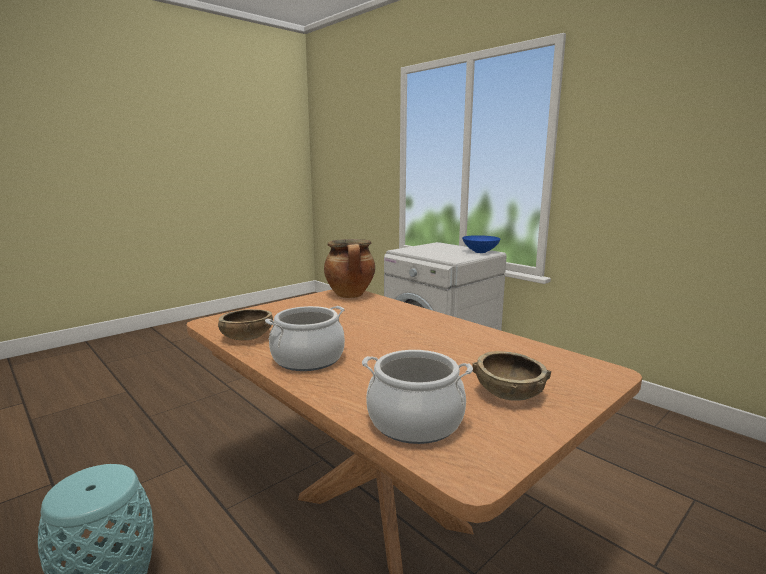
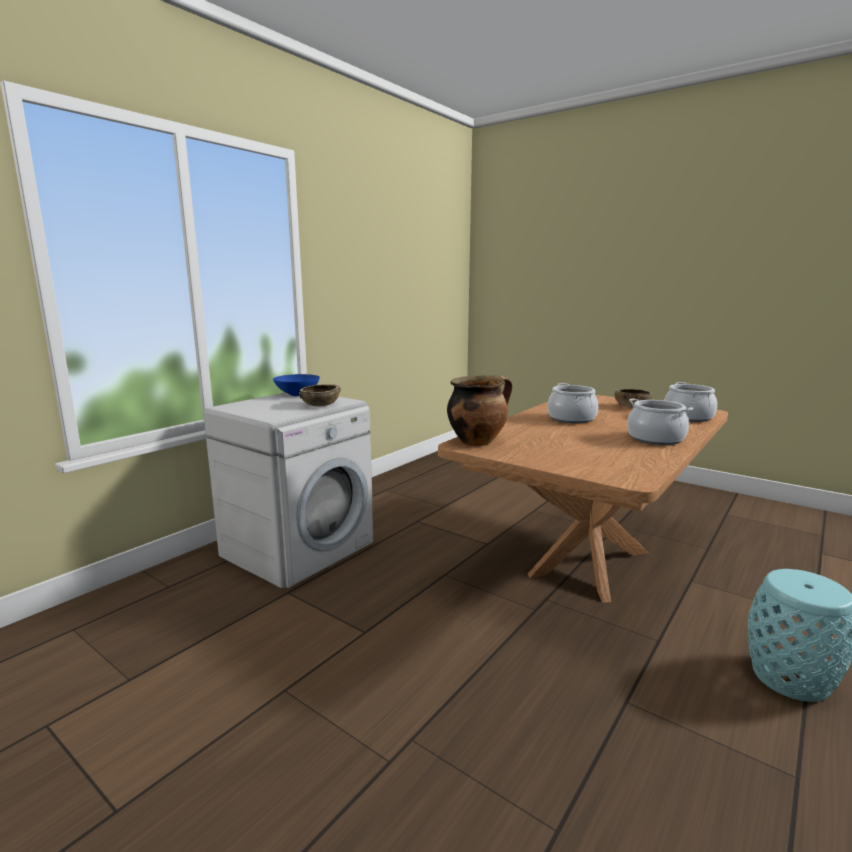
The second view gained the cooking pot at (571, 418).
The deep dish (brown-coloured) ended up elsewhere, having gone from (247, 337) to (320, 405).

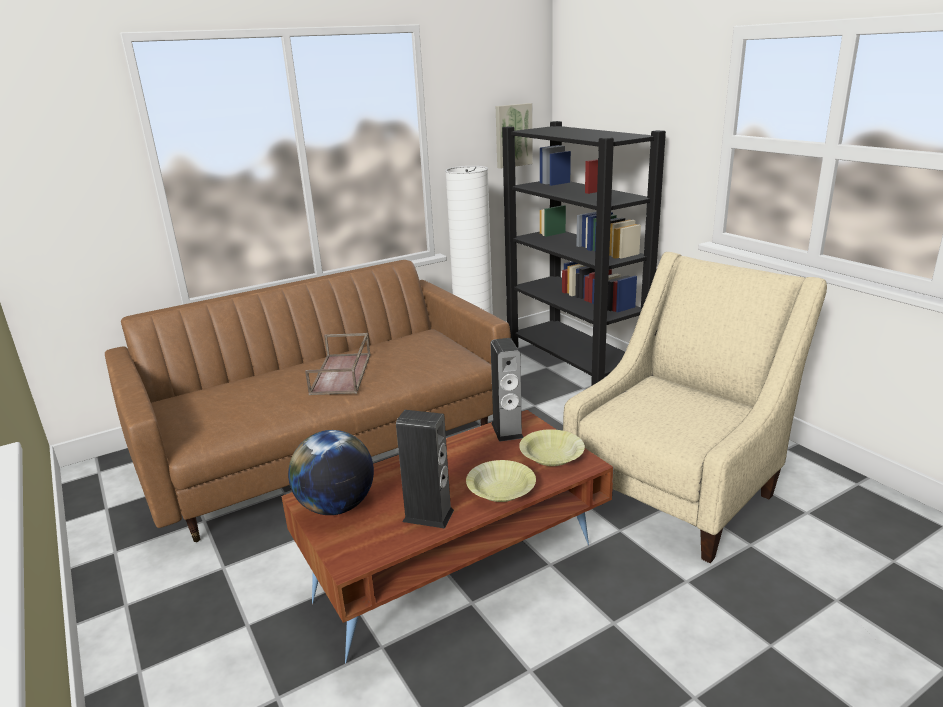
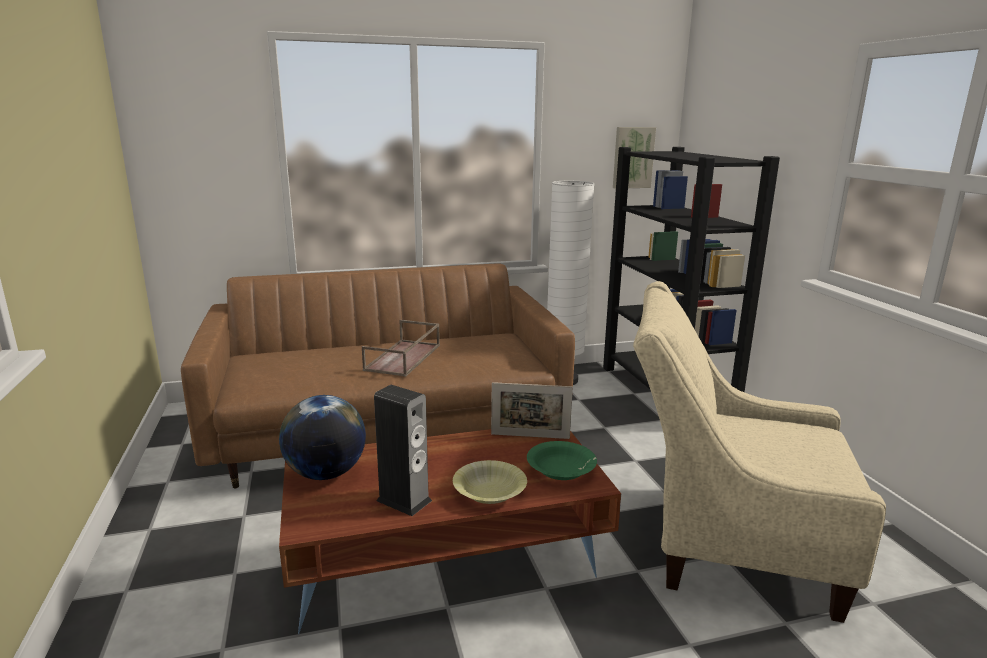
Where the speaker stood at (507, 430), the picture frame came to stand at (530, 436).
What was the deep dish (yellow-coloured) at (552, 456) turned into the deep dish (green) at (561, 470).
The lounge chair (beige) at (679, 489) ended up facing another way, 135 degrees counterclockwise from before.

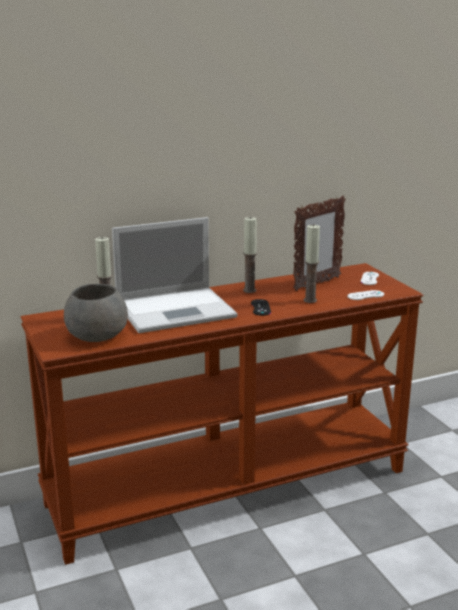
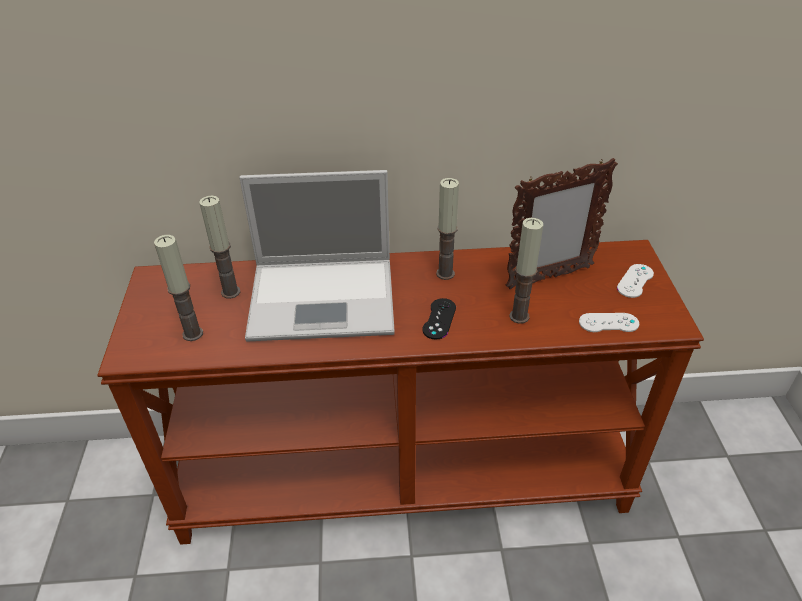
Where the deep dish (grey) stood at (96, 335), the wax candle came to stand at (193, 334).

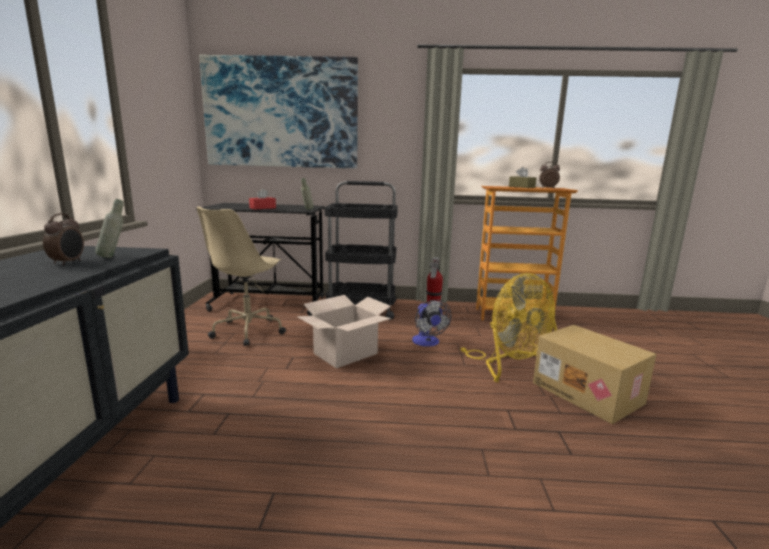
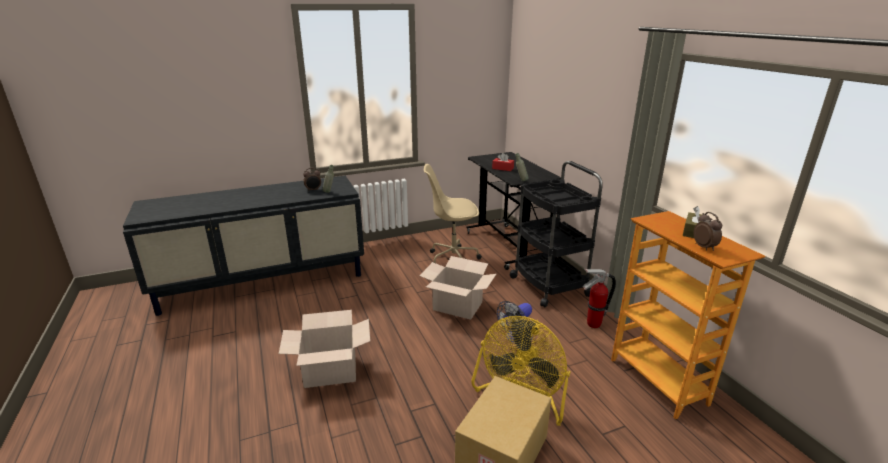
The second view lost the wall art at (281, 113).
The second view gained the cardboard box at (330, 371).

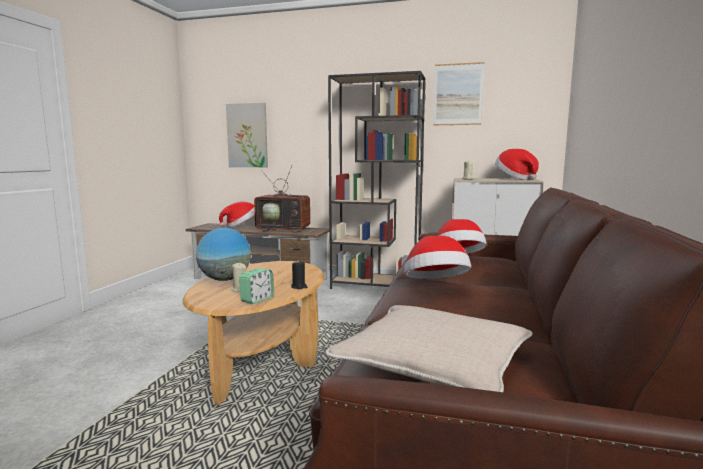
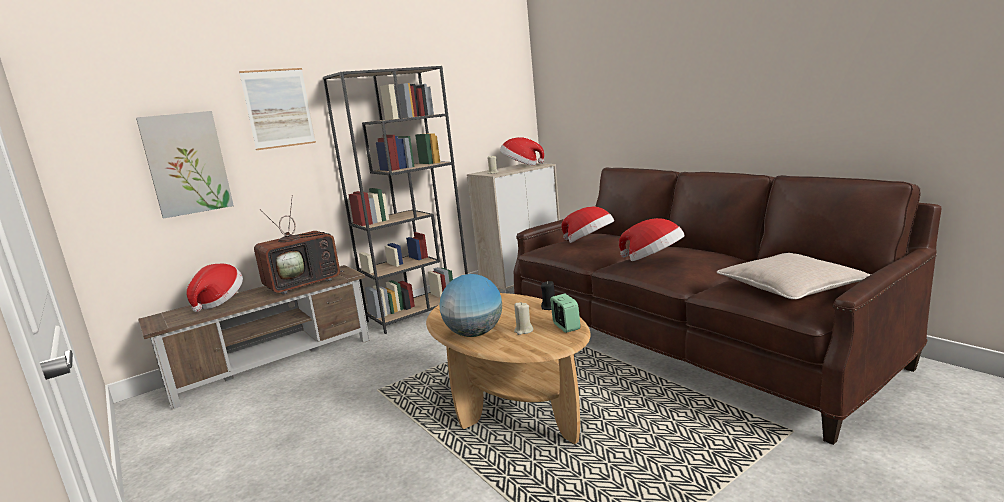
The wall art ended up elsewhere, having gone from (458, 94) to (278, 108).

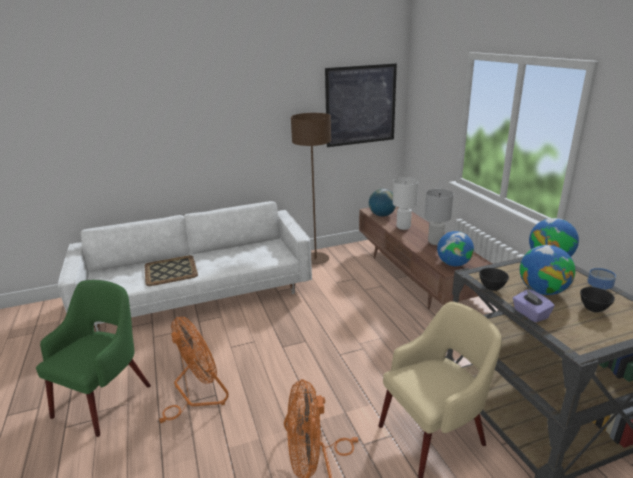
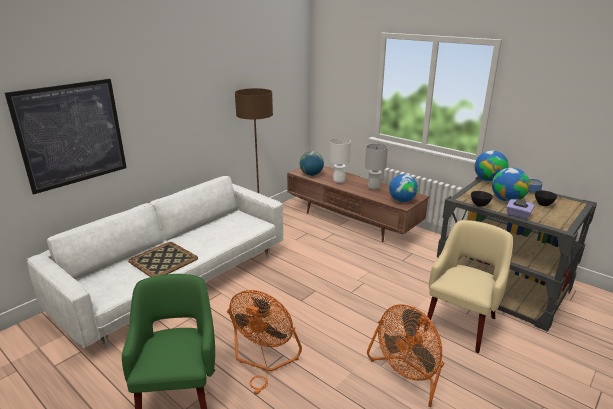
The wall art ended up elsewhere, having gone from (360, 105) to (72, 134).

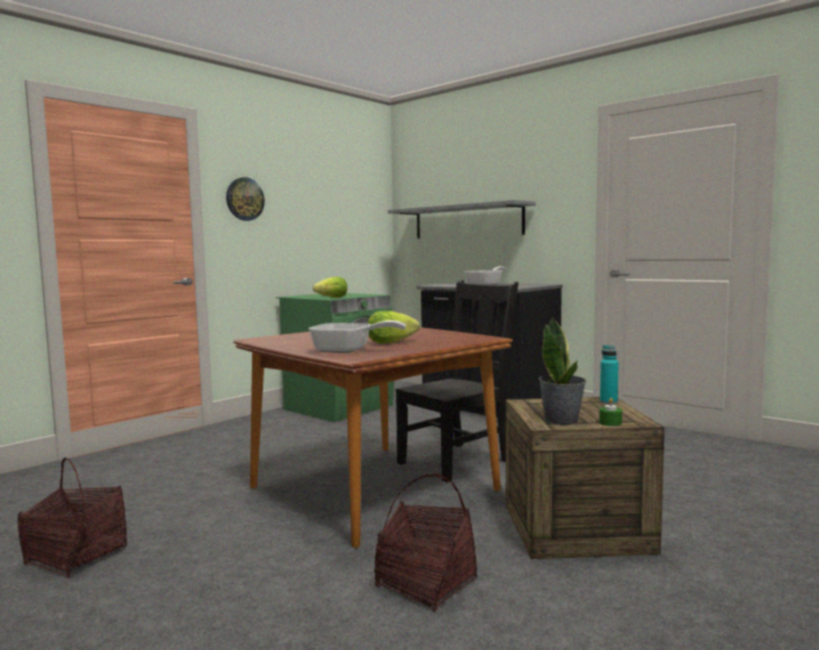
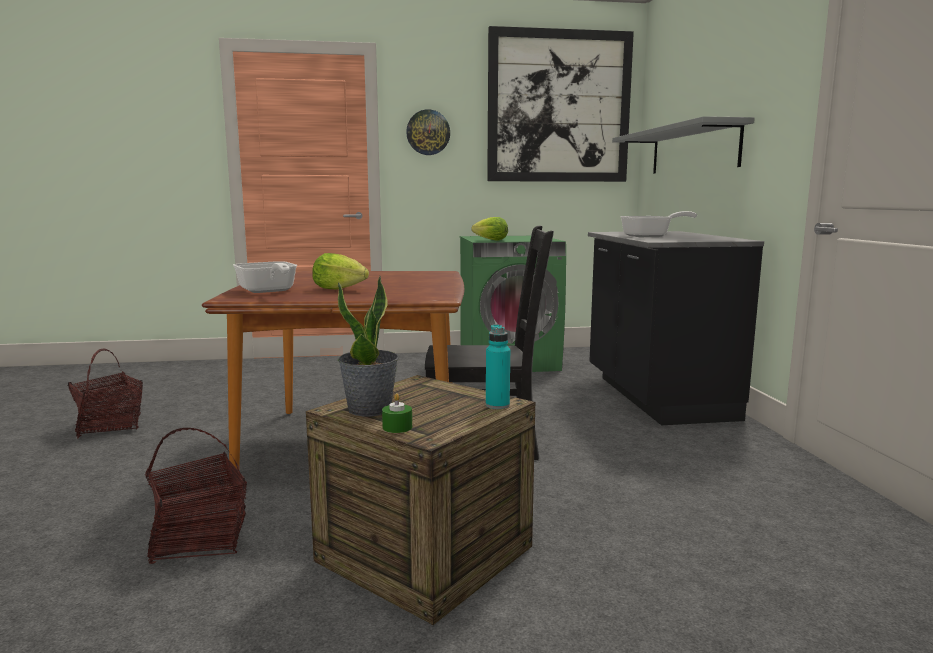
The second view gained the wall art at (558, 107).

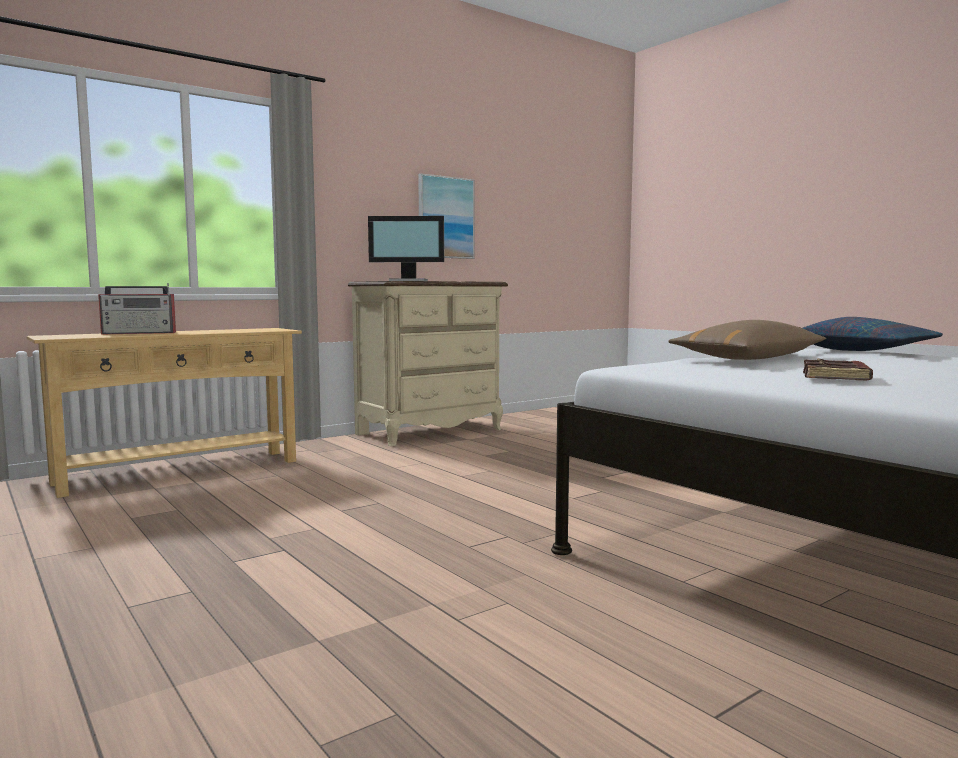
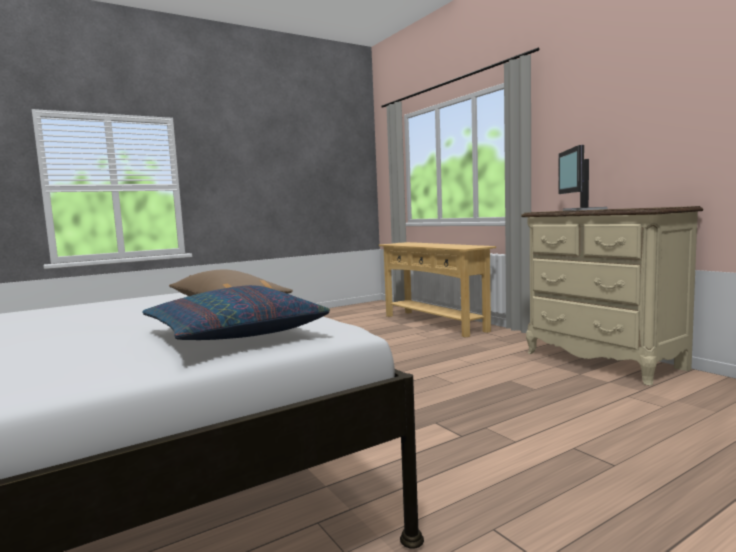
The second view lost the radio receiver at (140, 333).
The second view lost the wall art at (445, 217).
The second view lost the volume (brown-coloured) at (837, 377).

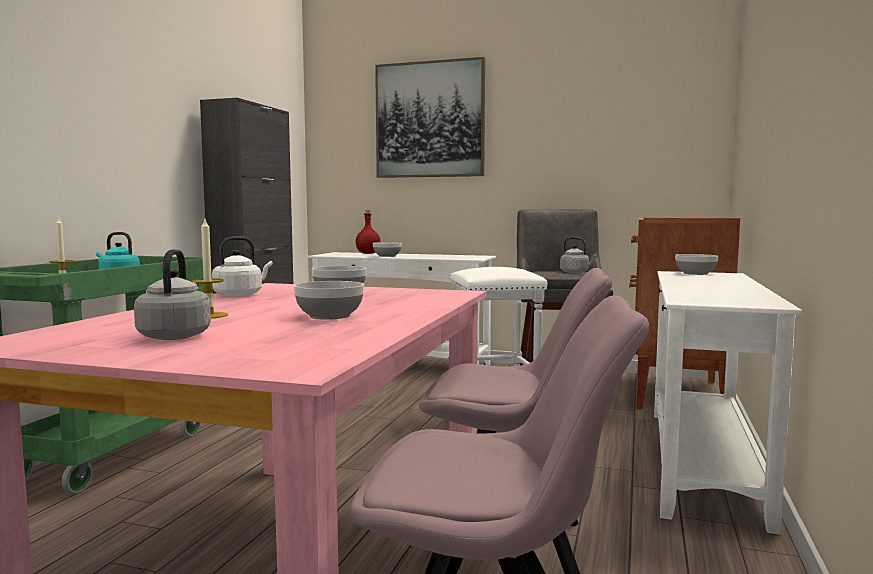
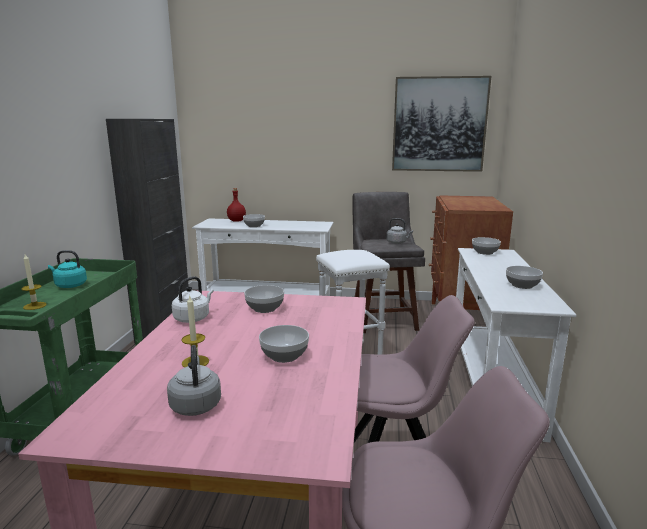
The second view gained the deep dish at (522, 285).
The wall art ended up elsewhere, having gone from (430, 120) to (439, 124).

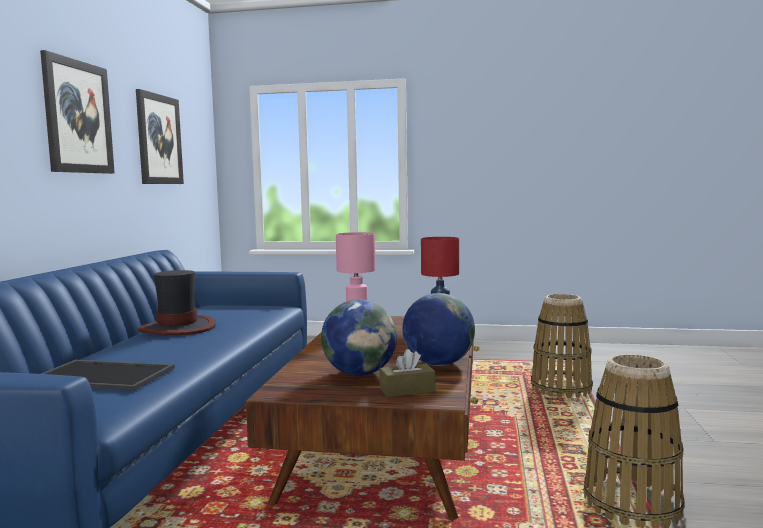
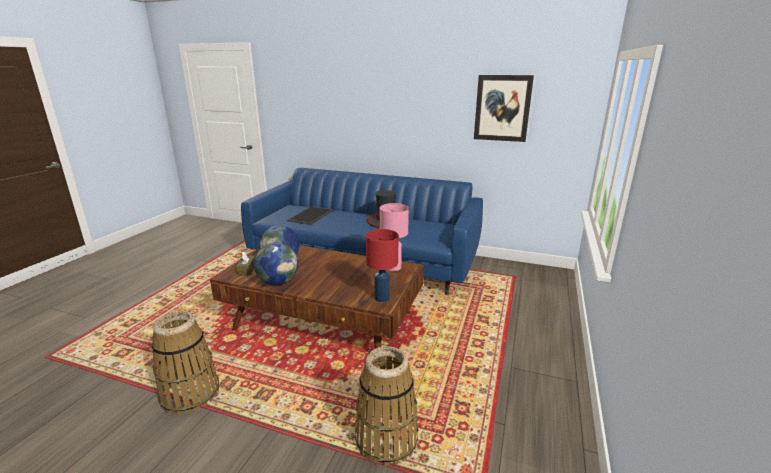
The second view lost the wall art at (78, 117).

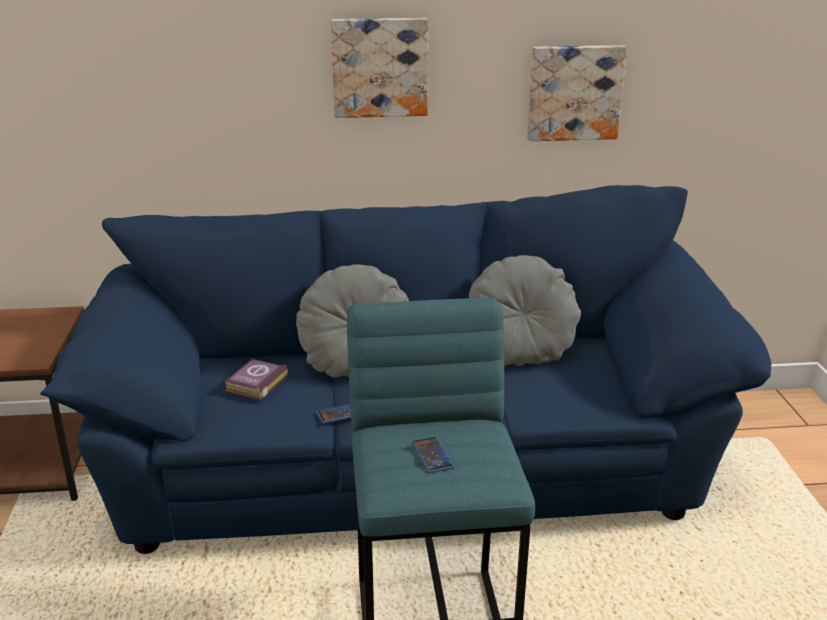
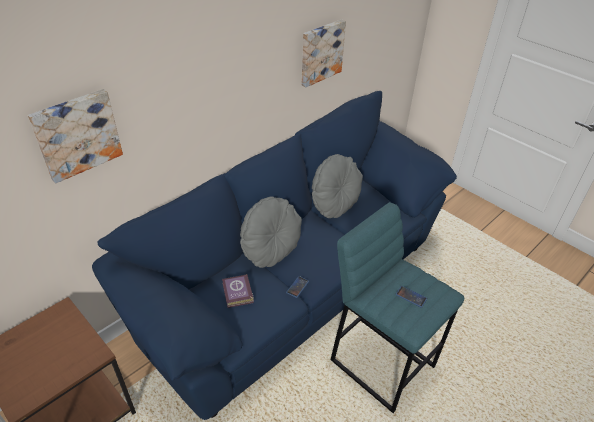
The wall art ended up elsewhere, having gone from (379, 67) to (77, 134).

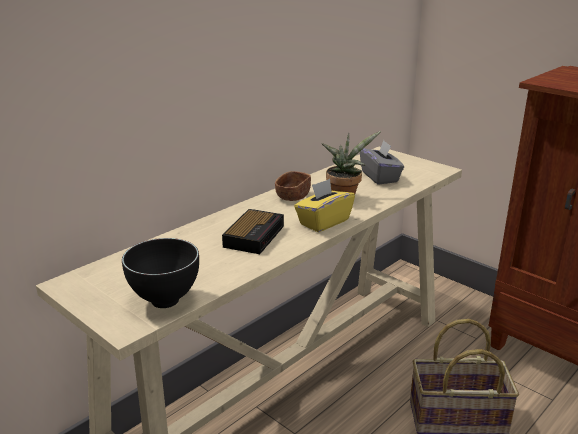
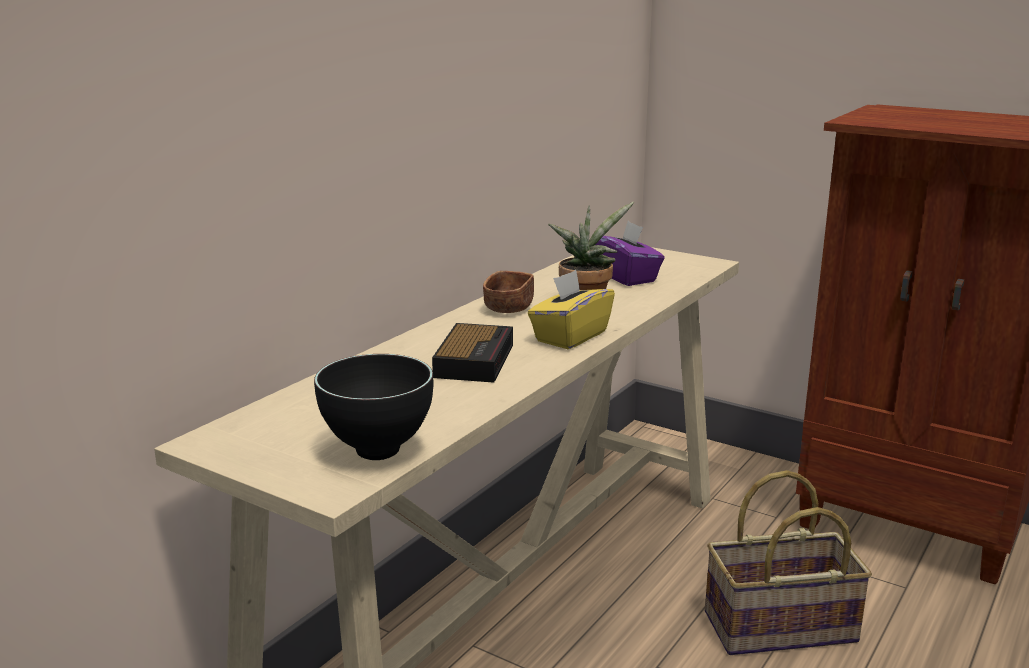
What was the box of tissues (grey) at (380, 177) turned into the box of tissues (purplish) at (626, 277).

